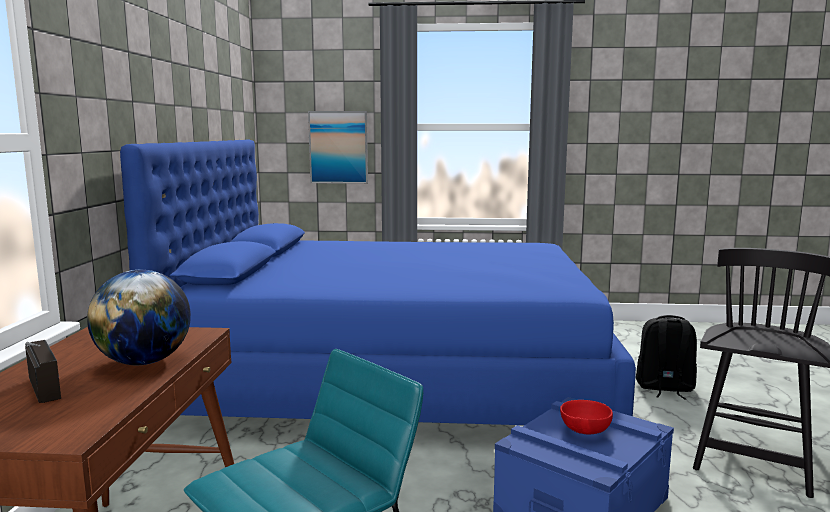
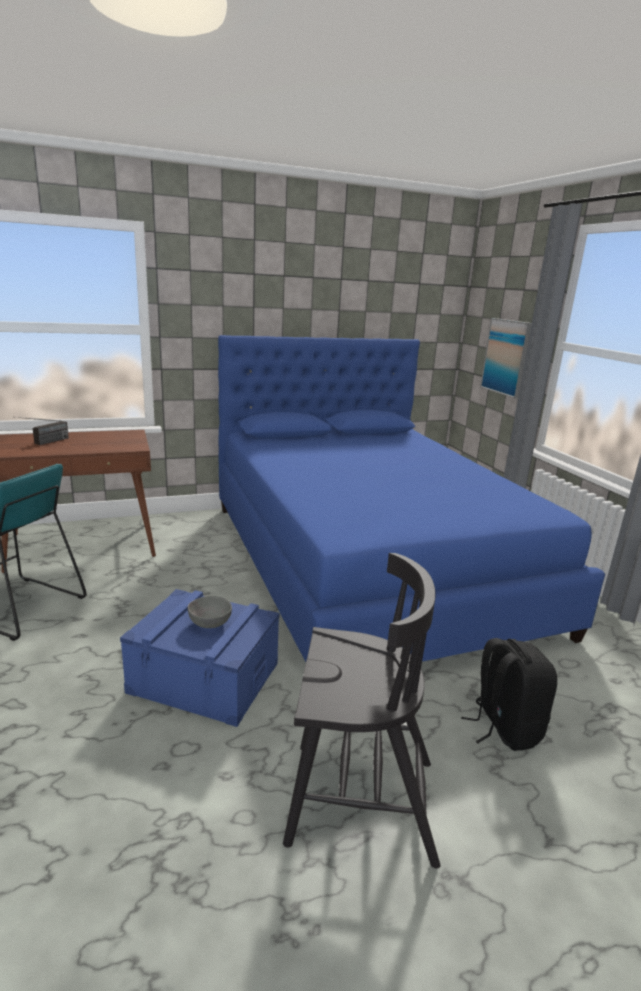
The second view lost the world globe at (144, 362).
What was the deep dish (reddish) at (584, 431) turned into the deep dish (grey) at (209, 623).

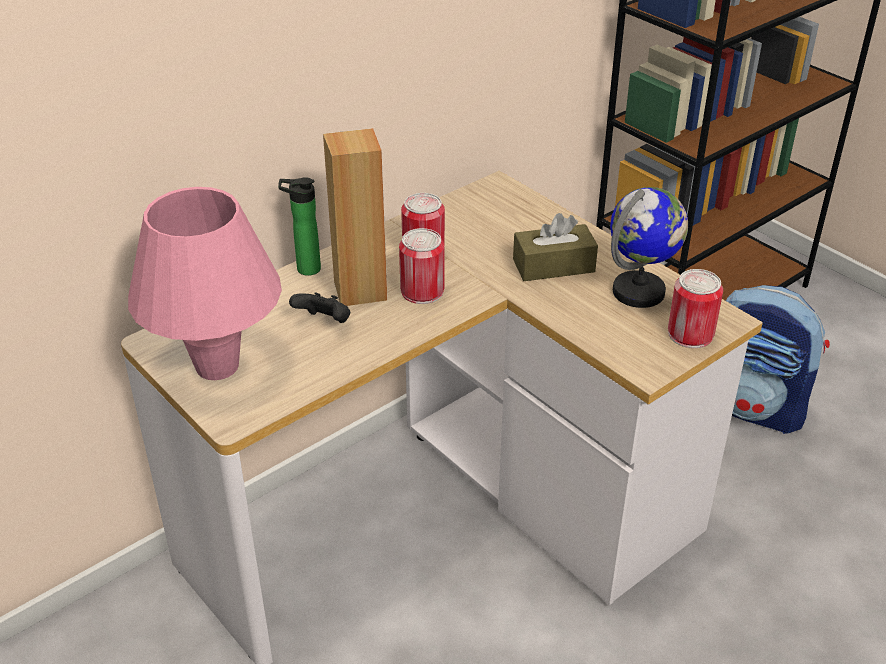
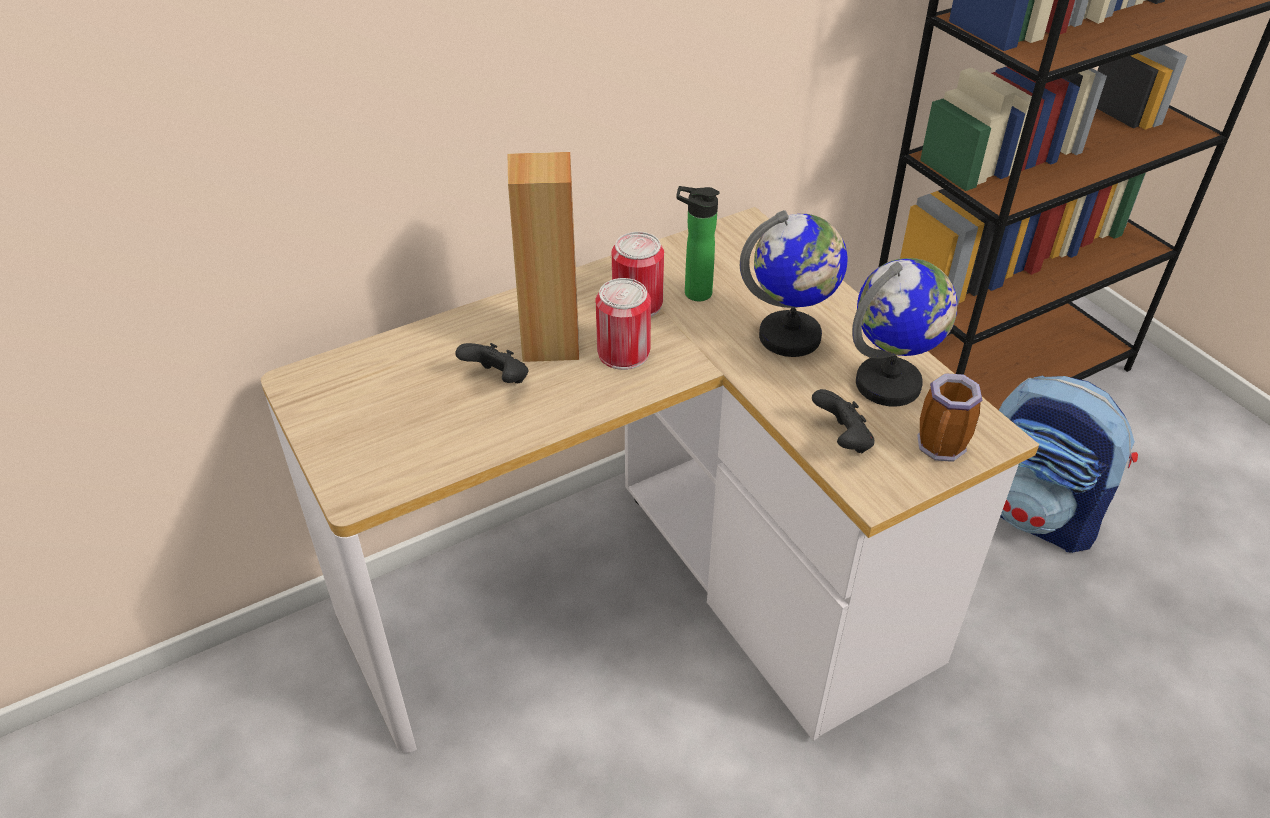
The second view lost the lamp for a table (pink) at (217, 366).
The second view gained the game controller (black-coloured) at (842, 440).
The bottle ended up elsewhere, having gone from (304, 269) to (693, 293).
Where the box of tissues (brown-coloured) stood at (553, 266), the world globe came to stand at (790, 337).
Where the metal can stood at (690, 334), the tea mug came to stand at (941, 449).

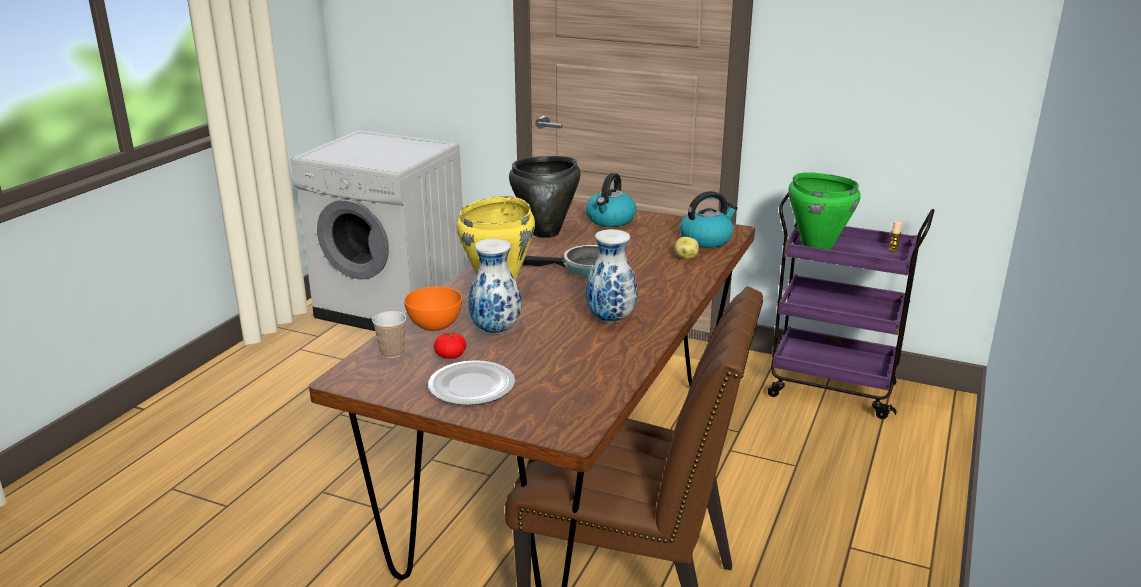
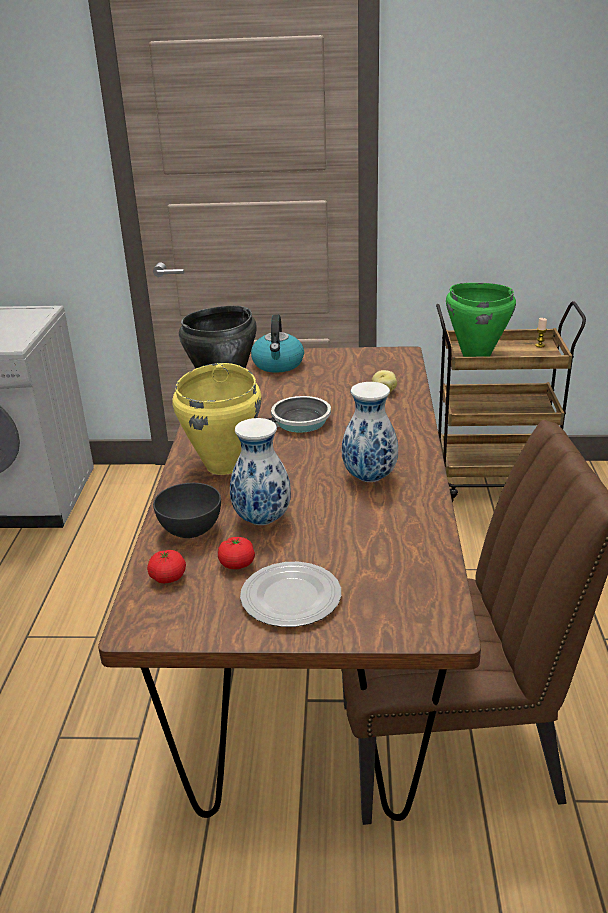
The second view lost the water kettle at (706, 239).
Where the drinking cup stood at (392, 353), the fresh tomato came to stand at (168, 577).
What was the deep dish (orange) at (435, 326) turned into the deep dish (grey) at (191, 530).
What was the wheeled cart (purplish) at (833, 390) turned into the wheeled cart (brown-coloured) at (494, 485).

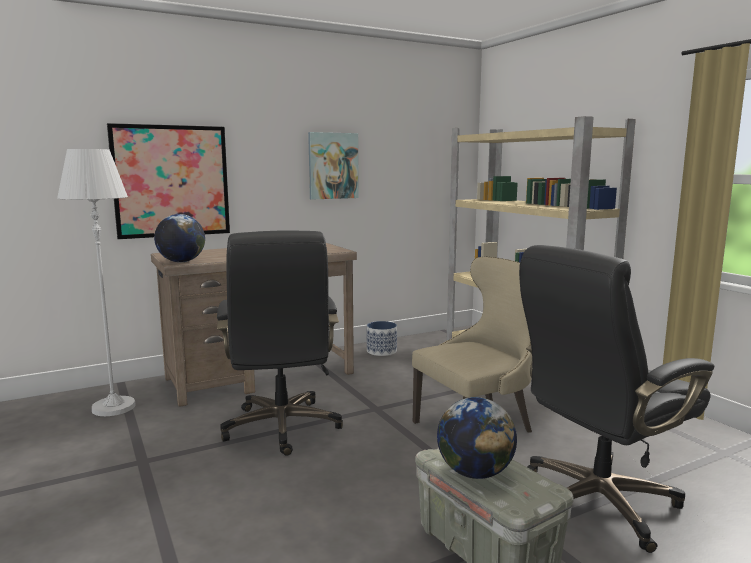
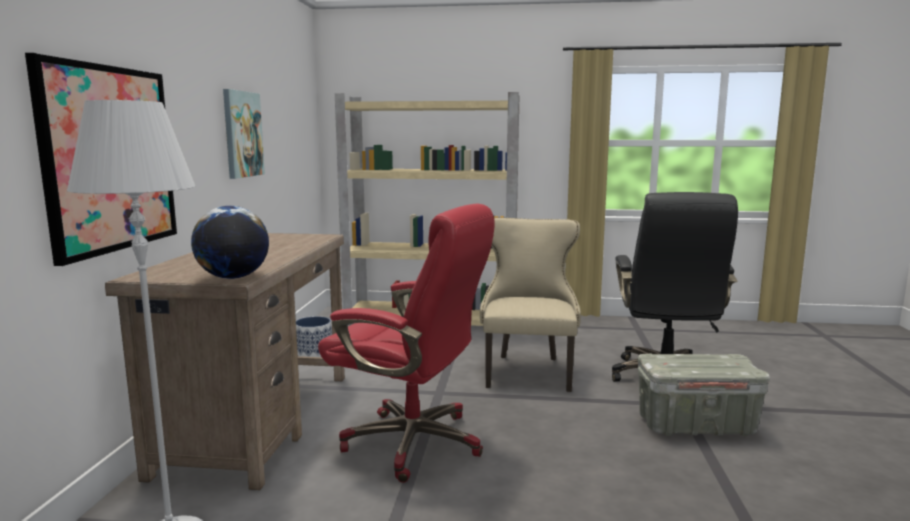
The second view lost the world globe at (475, 473).
What was the office chair (black-coloured) at (281, 425) turned into the office chair (reddish) at (410, 442).

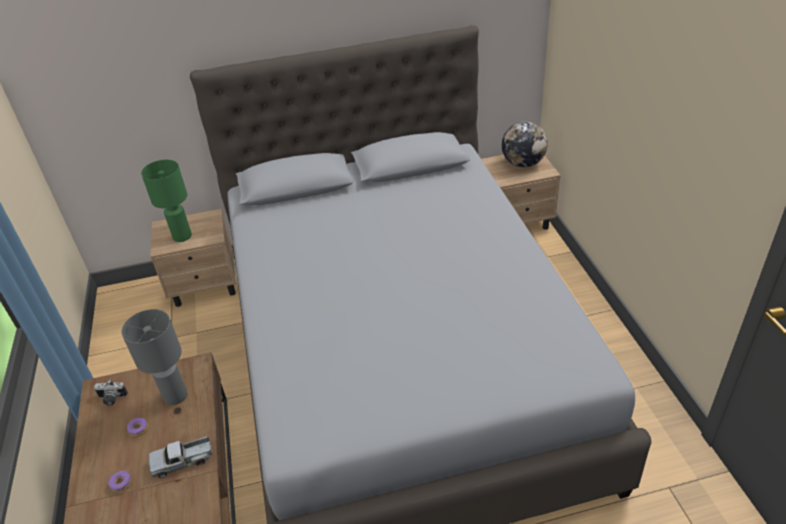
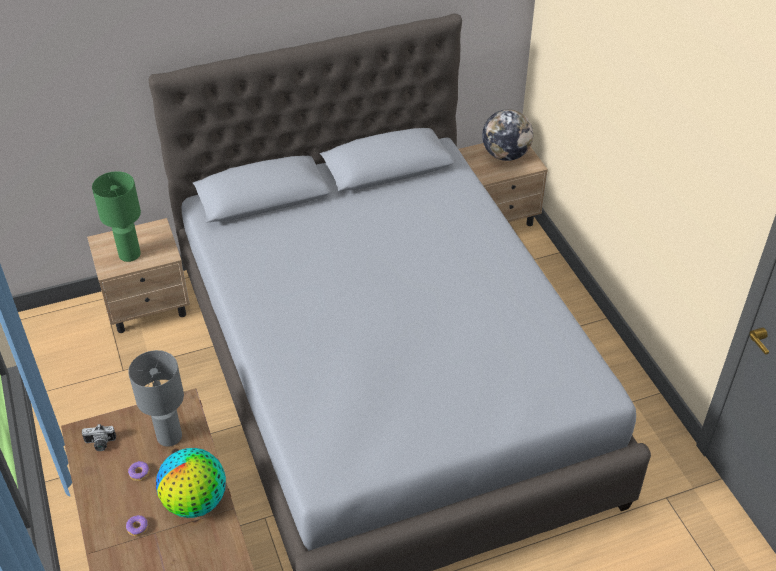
Where the toy truck stood at (182, 461), the world globe came to stand at (195, 502).

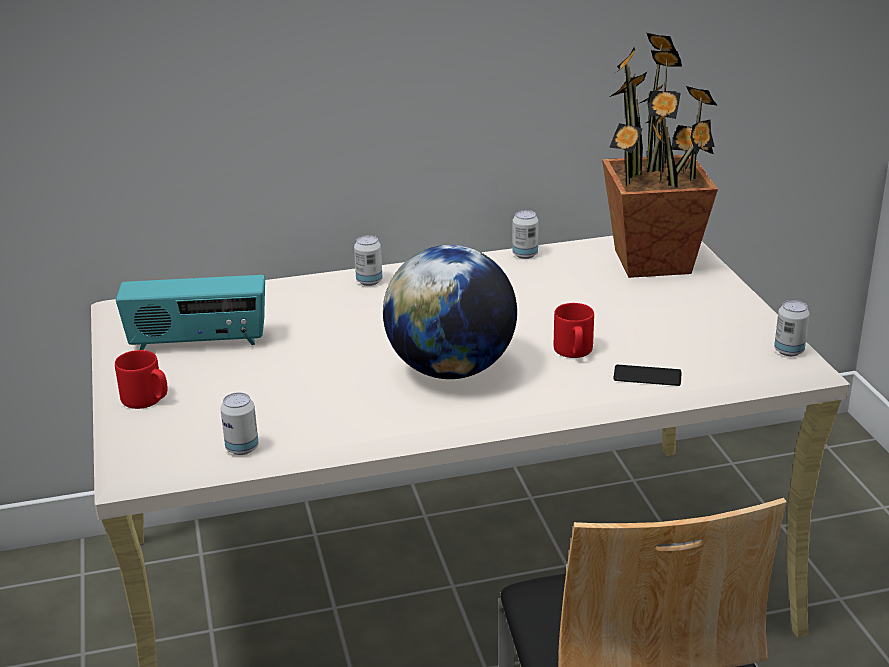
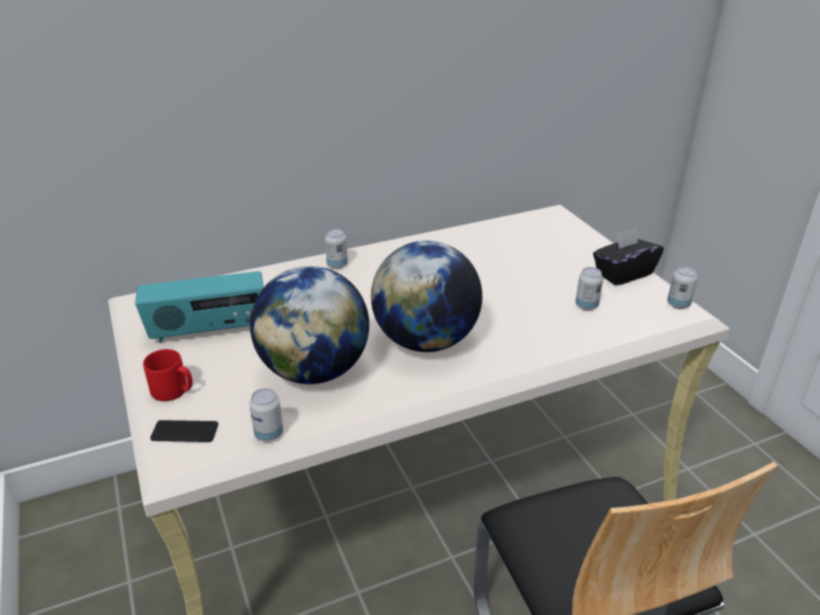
The second view lost the tea mug (reddish) at (574, 352).
The second view lost the houseplant at (653, 262).
The second view gained the world globe at (314, 371).
The second view gained the box of tissues (black-coloured) at (623, 273).
The metal can ended up elsewhere, having gone from (525, 255) to (586, 305).
The phone ended up elsewhere, having gone from (647, 376) to (185, 432).

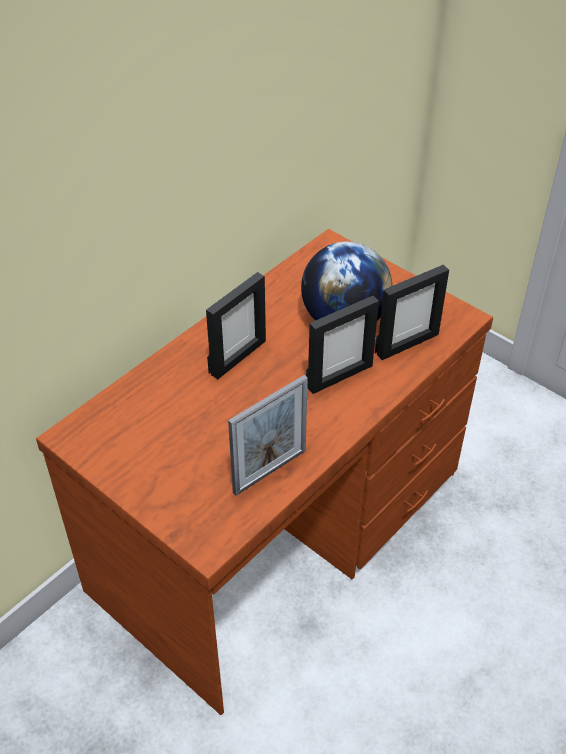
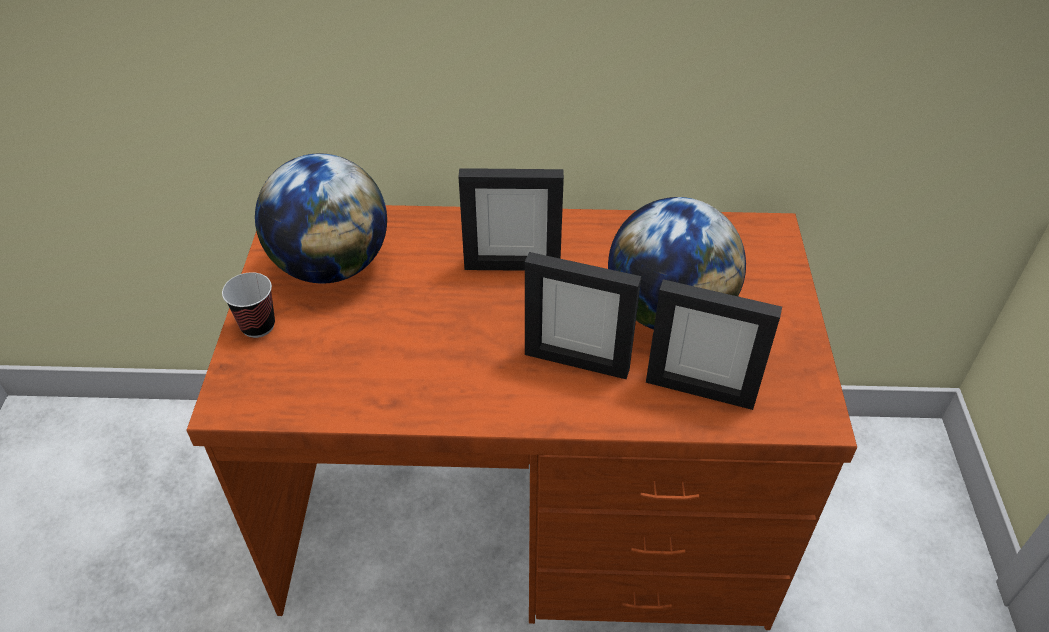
The second view lost the picture frame at (270, 471).
The second view gained the drinking cup at (258, 326).
The second view gained the world globe at (331, 265).

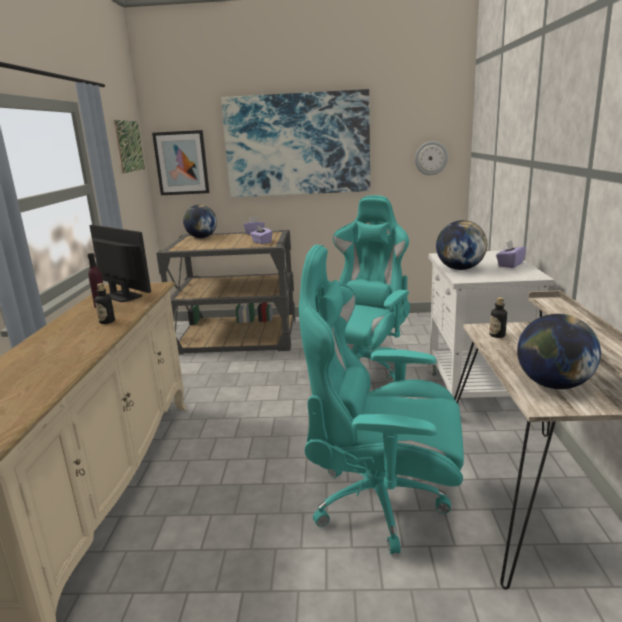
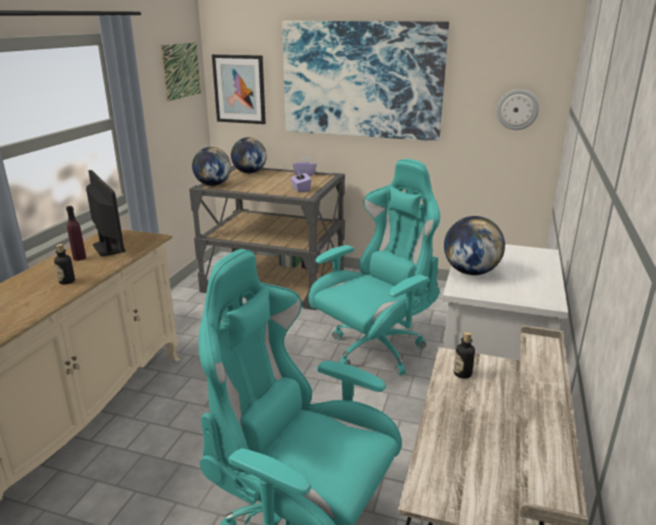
The second view lost the box of tissues (purplish) at (510, 265).
The world globe ended up elsewhere, having gone from (553, 385) to (213, 185).

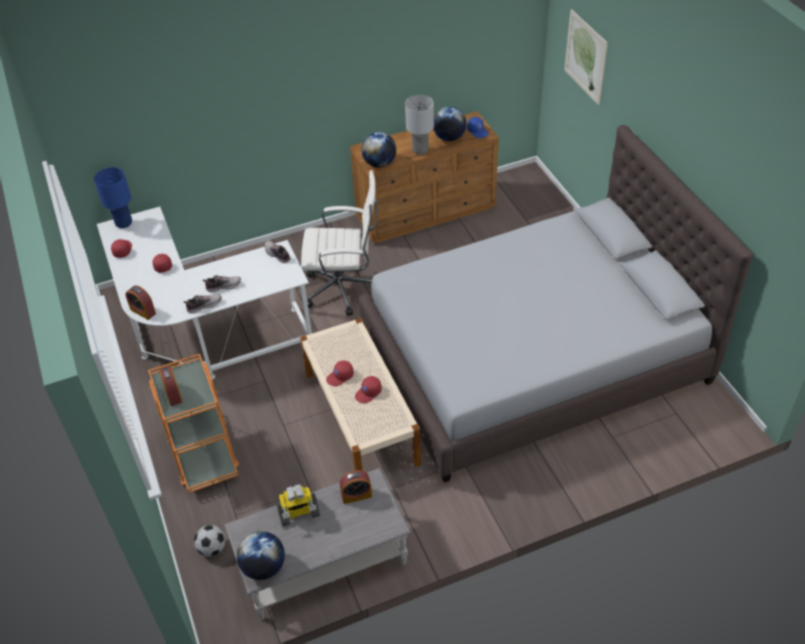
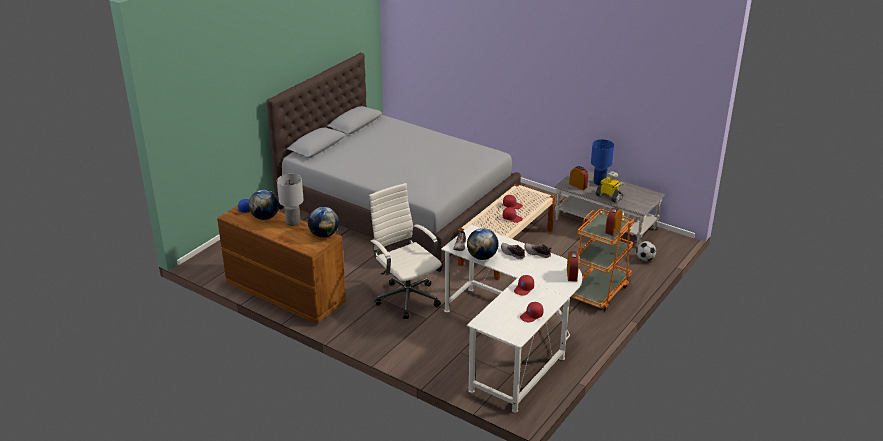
The second view lost the wall art at (585, 57).
The lamp for a table (blue) ended up elsewhere, having gone from (124, 224) to (599, 183).
The world globe ended up elsewhere, having gone from (264, 567) to (482, 257).

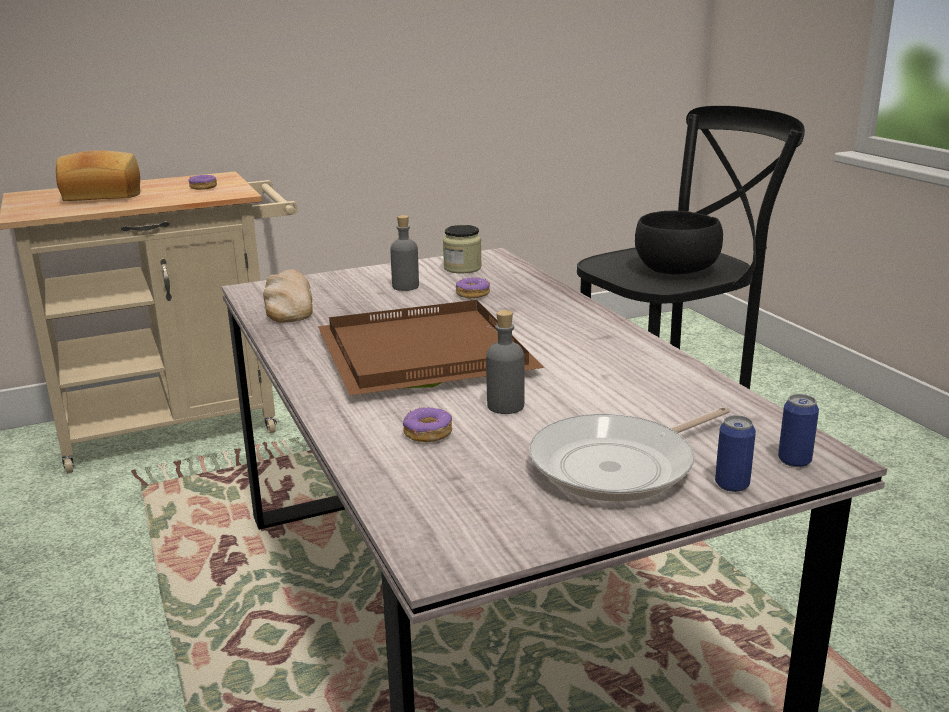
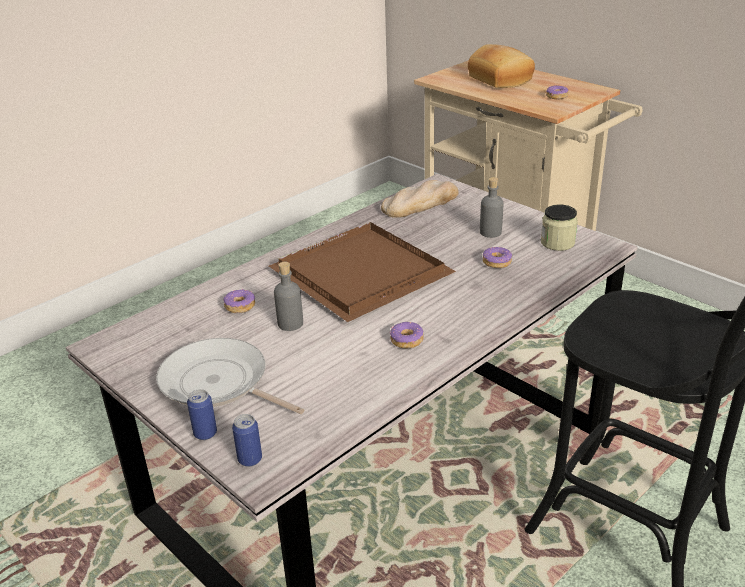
The second view lost the deep dish (black-coloured) at (677, 270).
The second view gained the ring doughnut at (407, 340).

